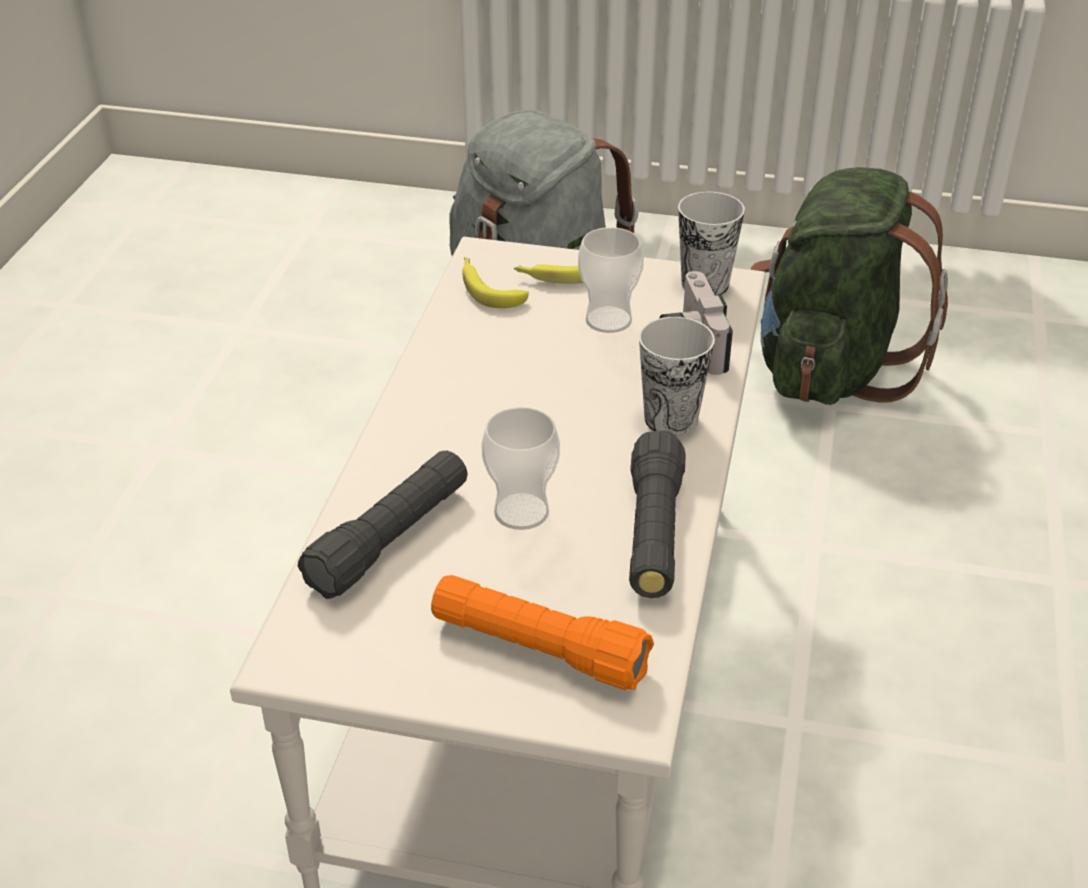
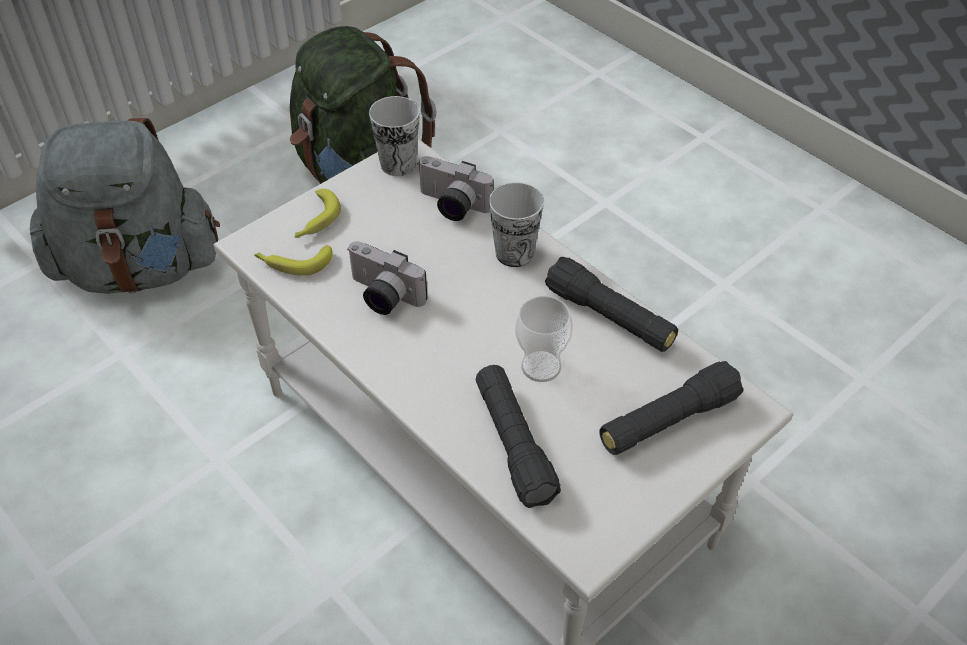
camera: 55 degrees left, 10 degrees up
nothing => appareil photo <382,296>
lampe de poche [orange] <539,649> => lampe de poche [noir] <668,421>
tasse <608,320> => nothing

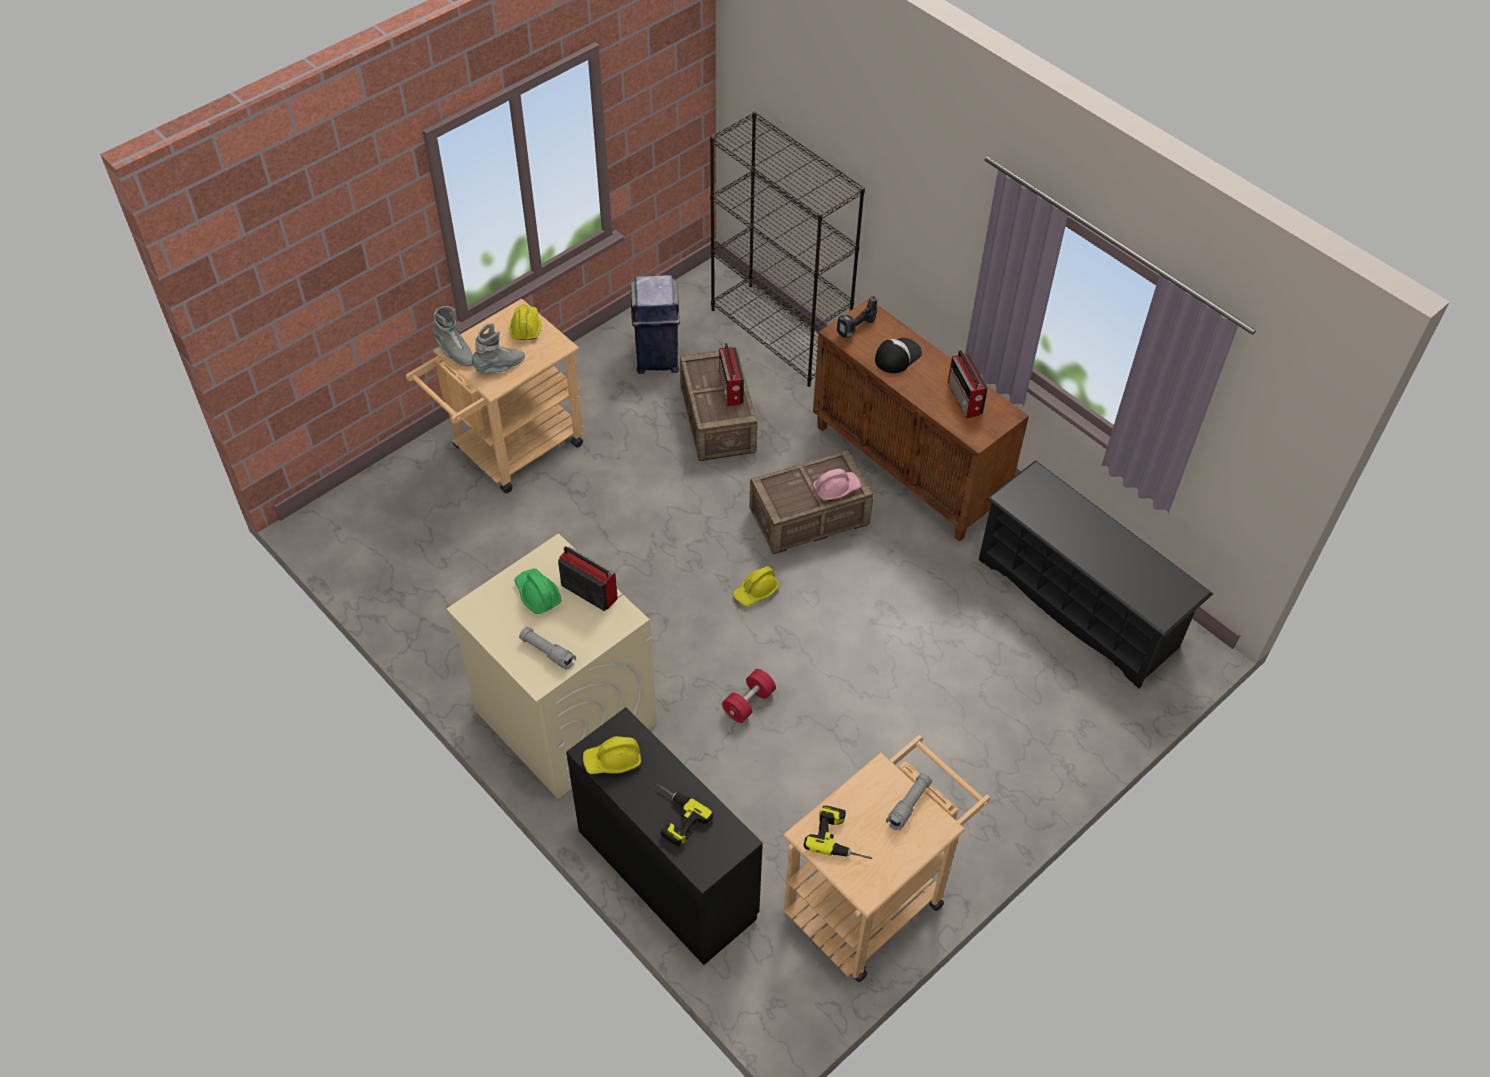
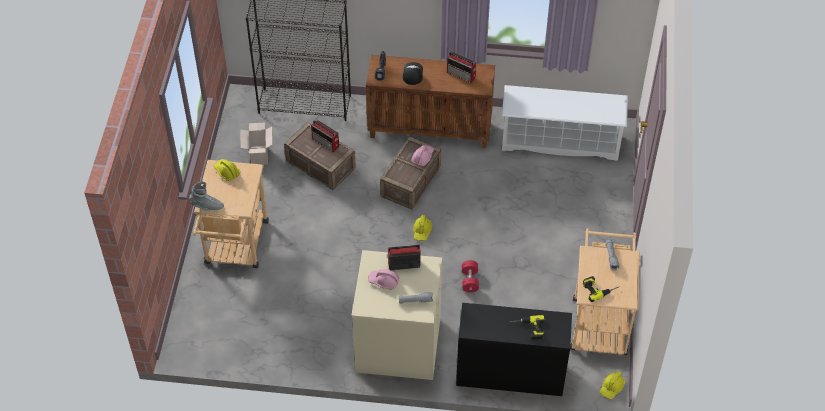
camera: 40 degrees left, 0 degrees up
poubelle [bleu] <657,359> => carton <258,155>
casque de chantier [vert] <537,594> => casque de chantier [rose] <384,281>
étagère à chaussures [noir] <1078,603> => étagère à chaussures [blanc] <560,141>
casque de chantier [jaune] <613,760> => casque de chantier [jaune] <611,387>, move
botte [gris] <500,367> => nothing

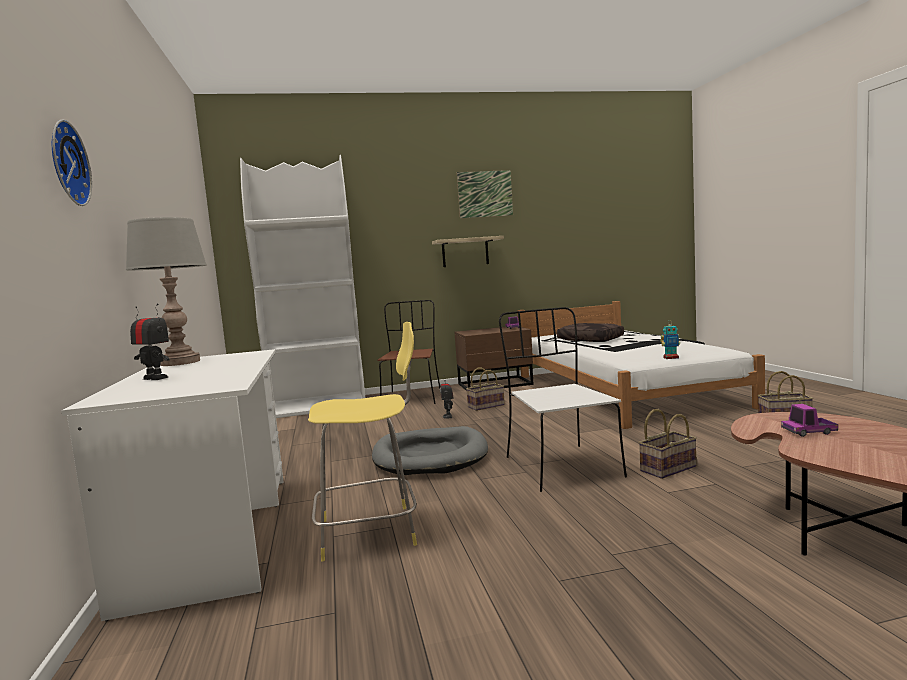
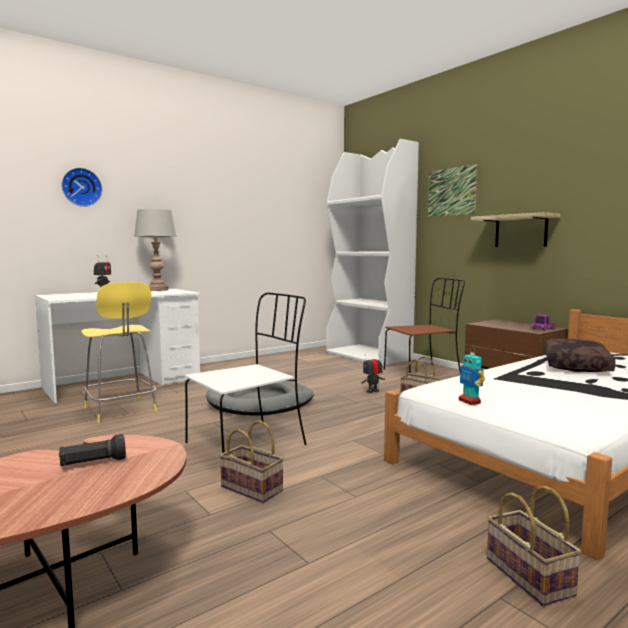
camera: 65 degrees right, 0 degrees up
camion jouet <809,432> => lampe de poche [noir] <93,463>
tableau <485,194> => tableau <451,191>, move

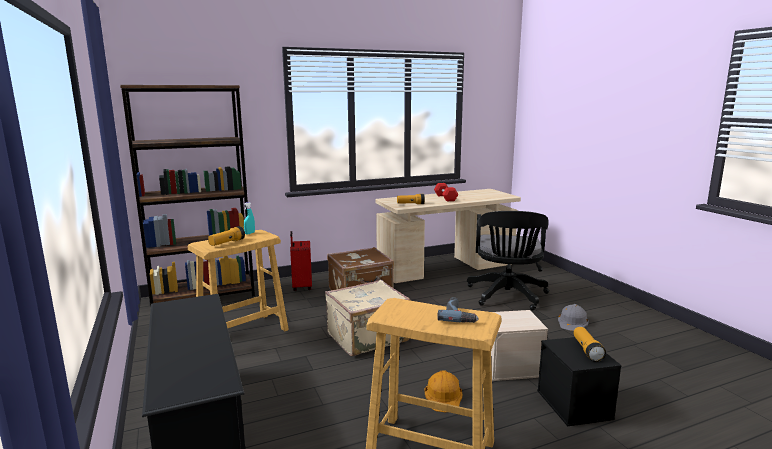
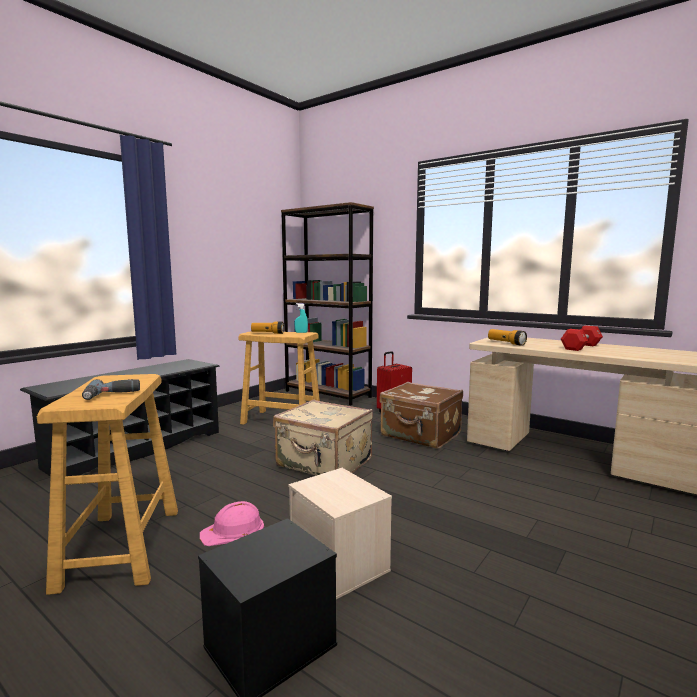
camera: 60 degrees right, 5 degrees down
casque de chantier [orange] <444,396> => casque de chantier [rose] <233,530>
chaise de bureau [noir] <507,296> => nothing
casque de chantier [gris] <572,322> => nothing
lampe de poche <587,350> => nothing

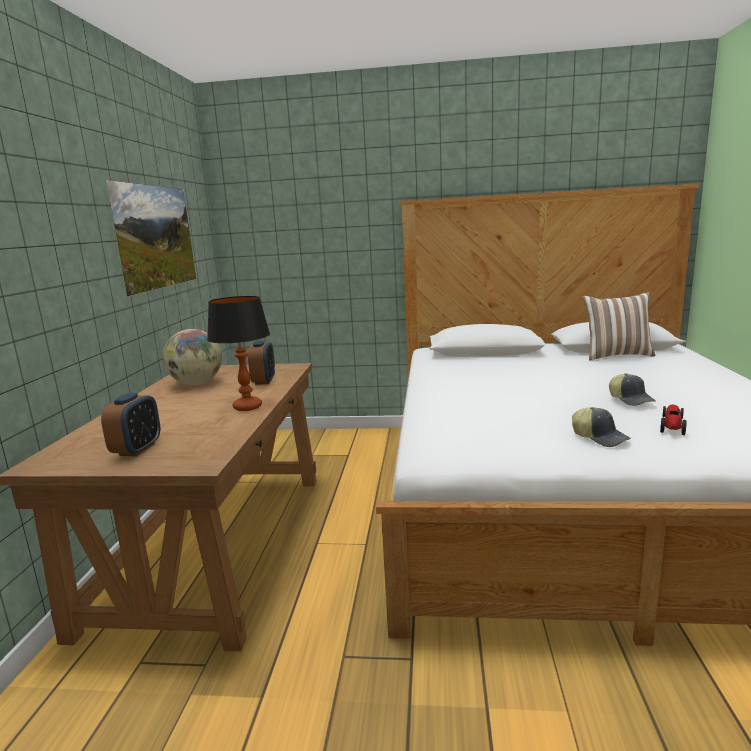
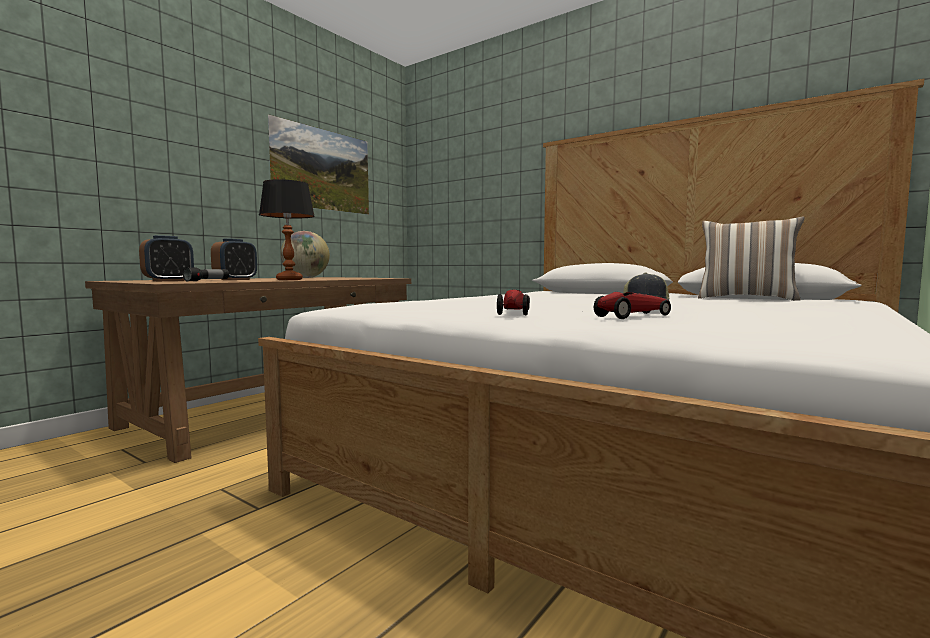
camera: 30 degrees right, 10 degrees down
nothing => lampe de poche <207,281>
réveil <264,381> => réveil <235,279>, move
casquette <600,437> => petite voiture <515,312>

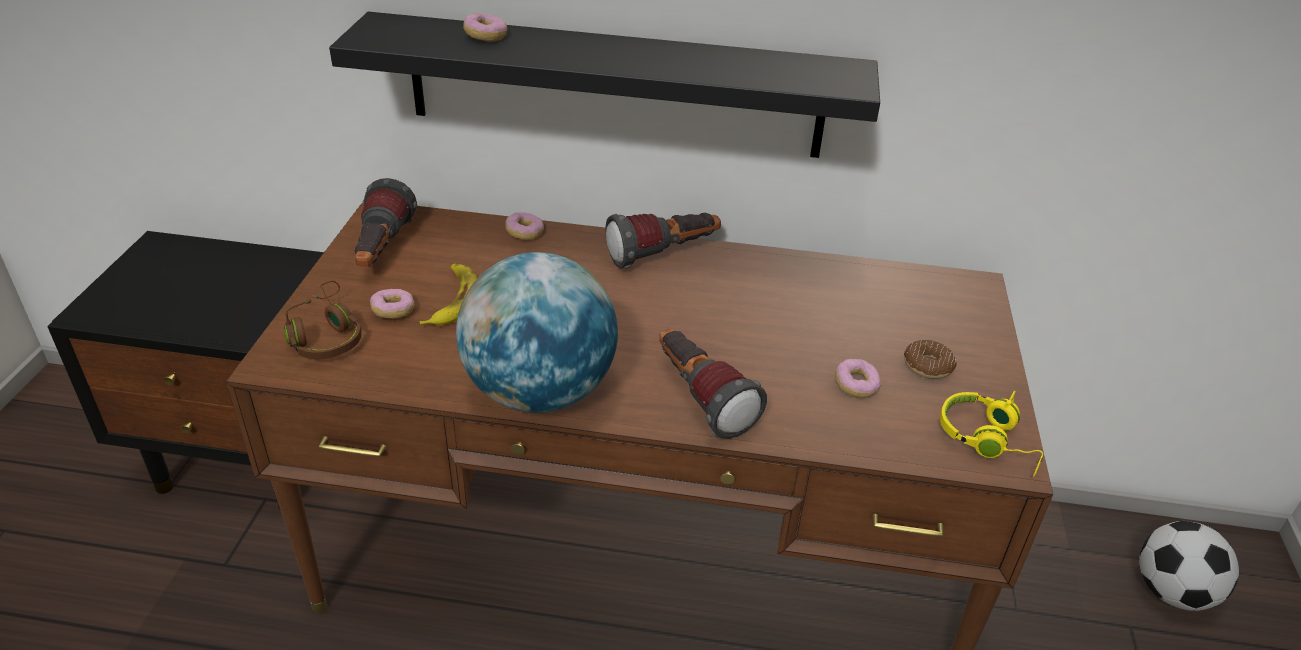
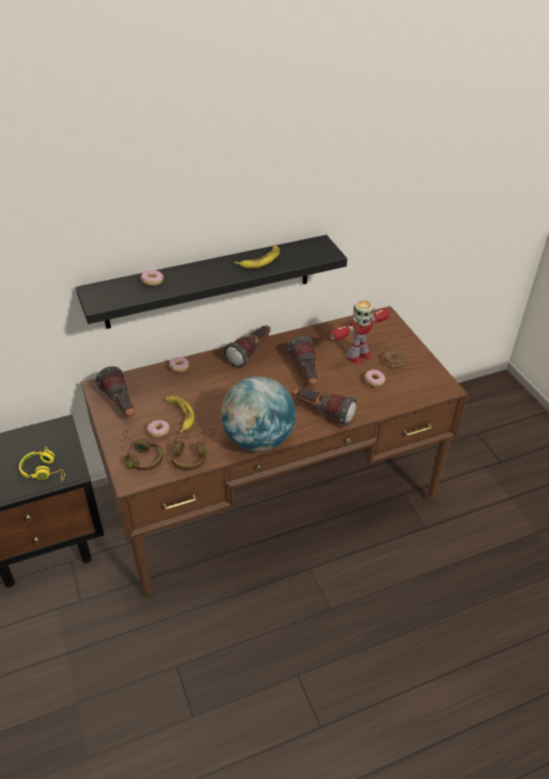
camera: 30 degrees left, 5 degrees up
casque audio [jaune] <988,441> => casque audio [jaune] <44,471>, move
nothing => casque audio [marron] <192,454>
nothing => banane <260,260>
nothing => lampe de poche <306,374>
nothing => robot jouet <358,356>
ballon de foot <1172,592> => nothing

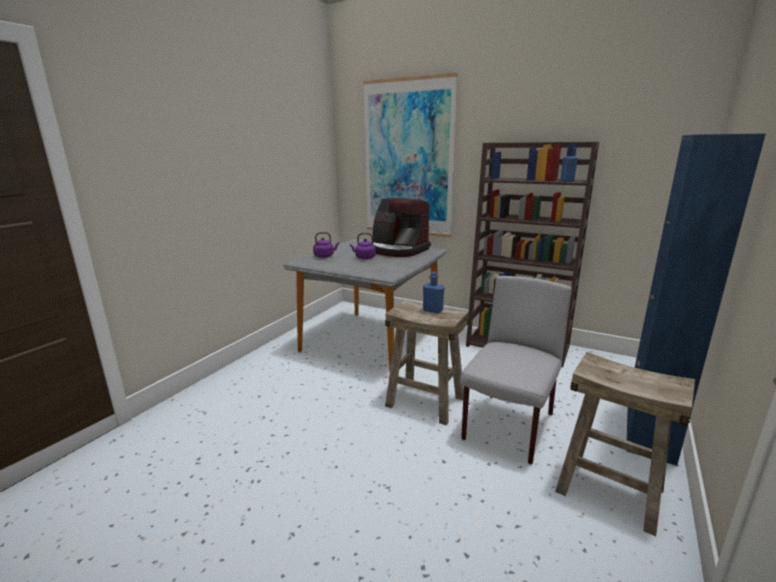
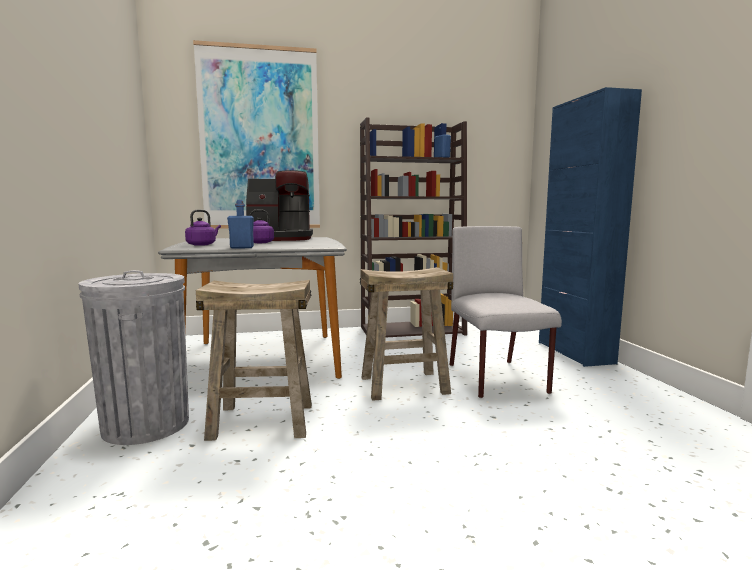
camera: 40 degrees left, 10 degrees down
nothing => poubelle [gris] <146,425>
tabouret [beige] <608,490> => tabouret [beige] <261,422>, move
bouteille [bleu] <433,310> => bouteille [bleu] <242,247>, move

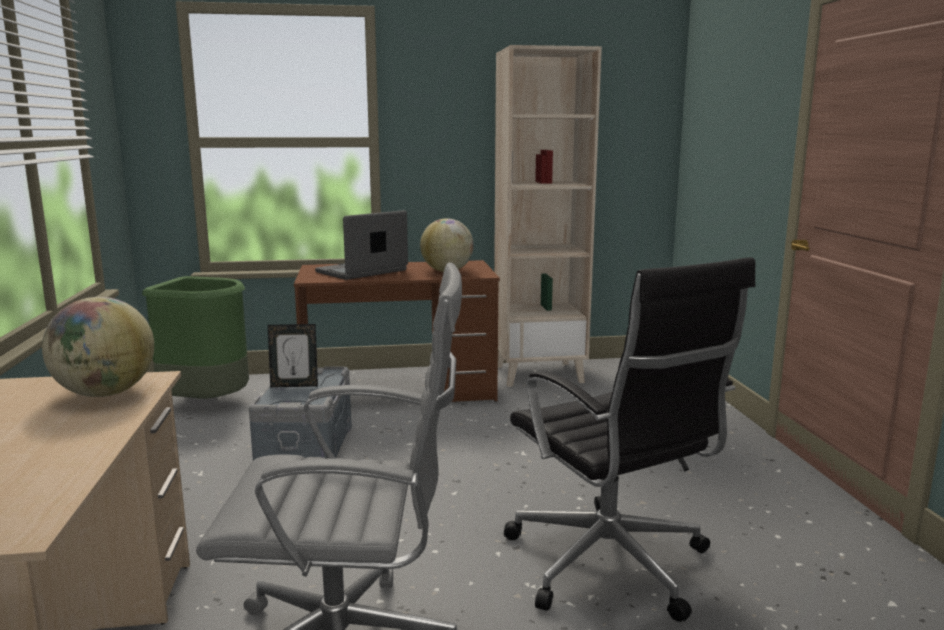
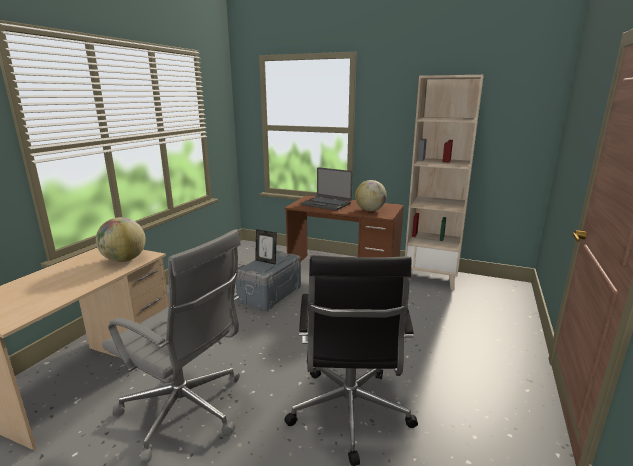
camera: 30 degrees right, 5 degrees up
ordinateur portable <362,271> => ordinateur portable <326,204>, 135 degrees counterclockwise
poubelle [vert] <207,403> => nothing

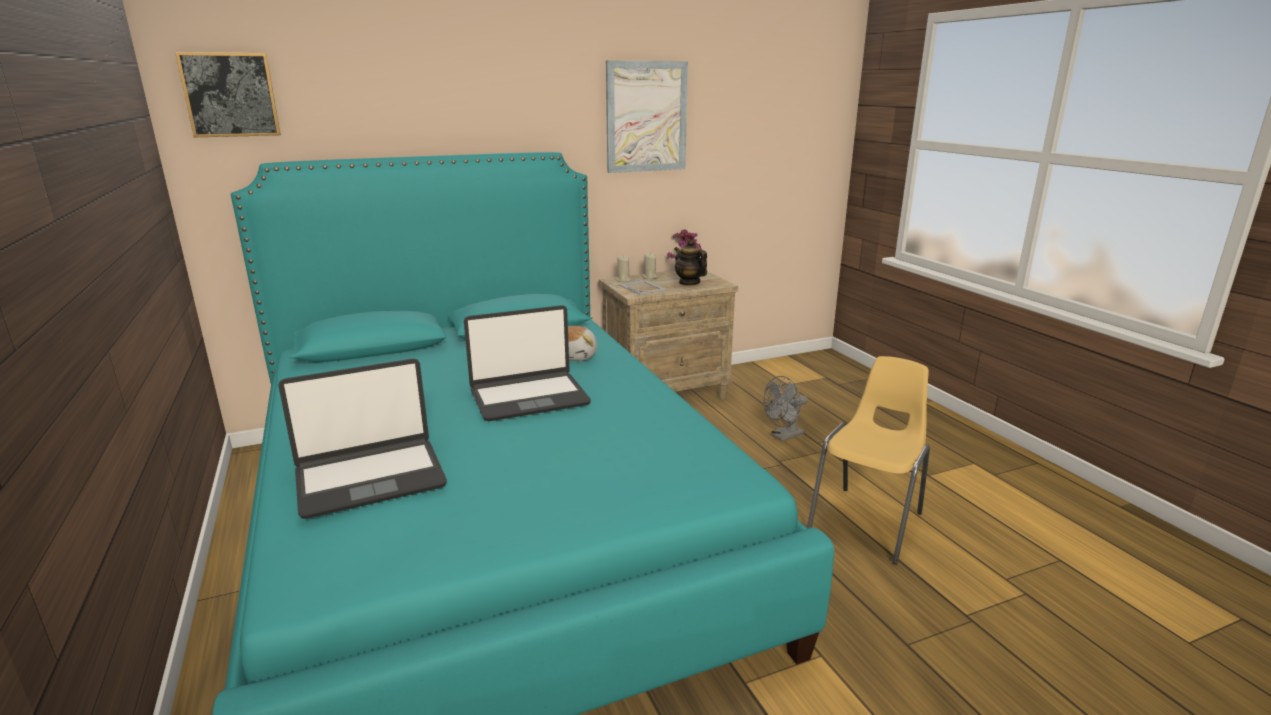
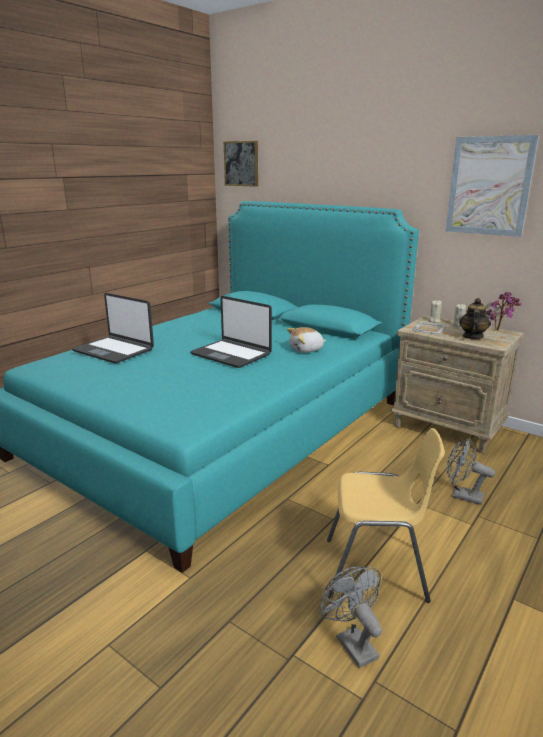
camera: 60 degrees right, 0 degrees up
nothing => ventilateur [gris] <352,642>

